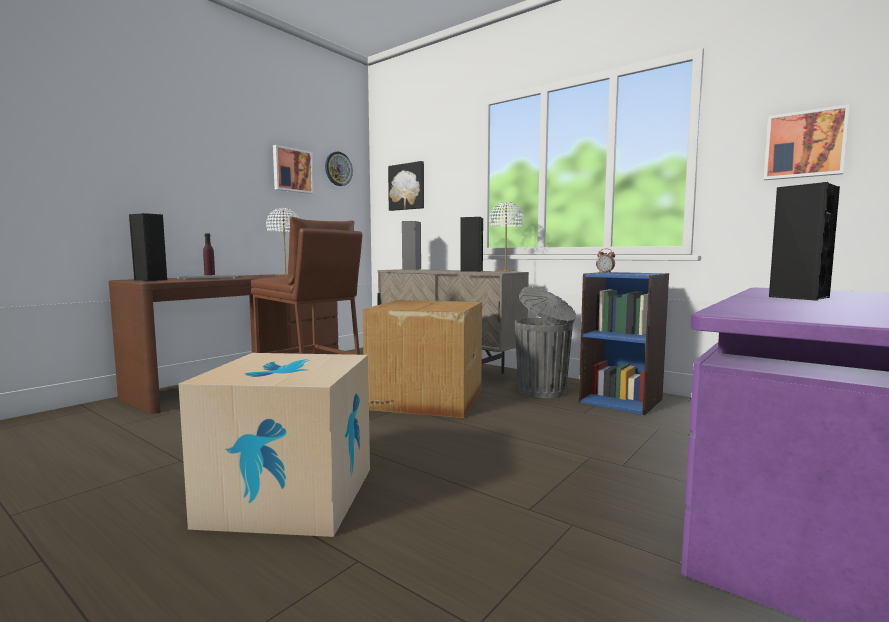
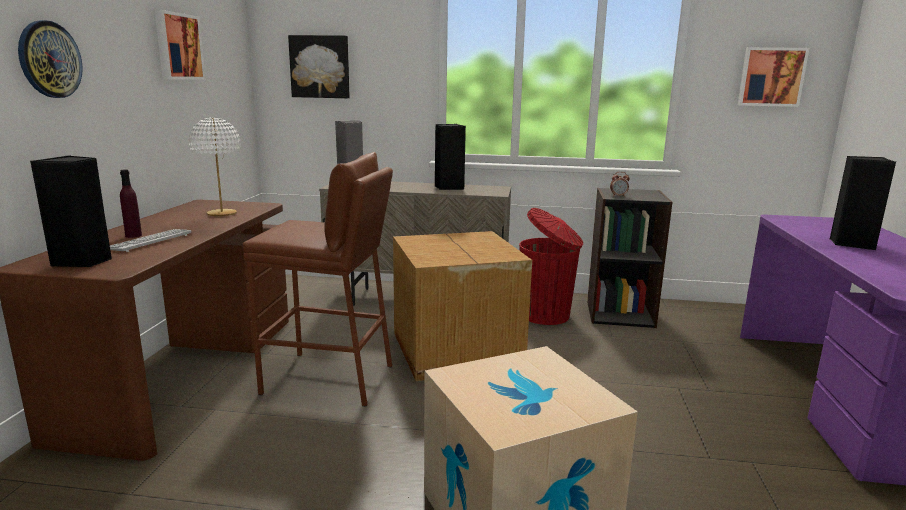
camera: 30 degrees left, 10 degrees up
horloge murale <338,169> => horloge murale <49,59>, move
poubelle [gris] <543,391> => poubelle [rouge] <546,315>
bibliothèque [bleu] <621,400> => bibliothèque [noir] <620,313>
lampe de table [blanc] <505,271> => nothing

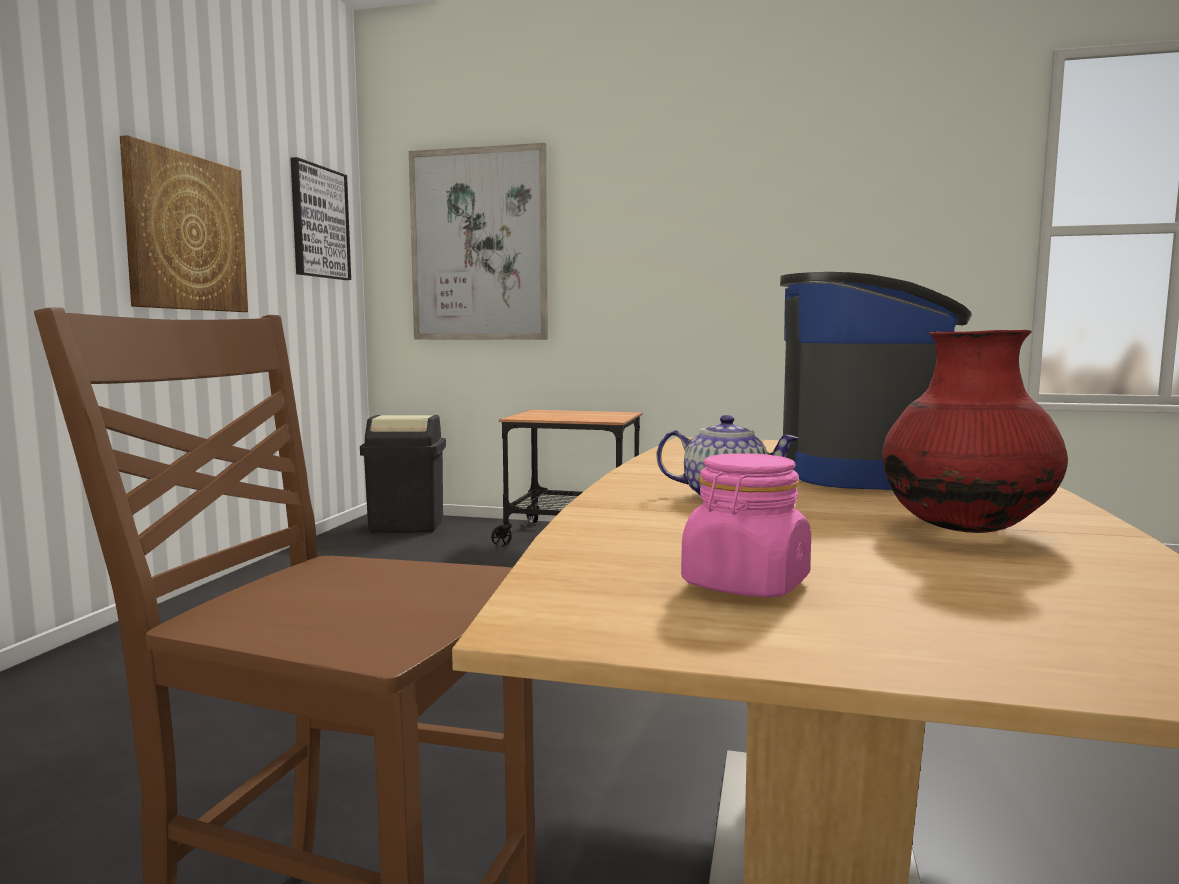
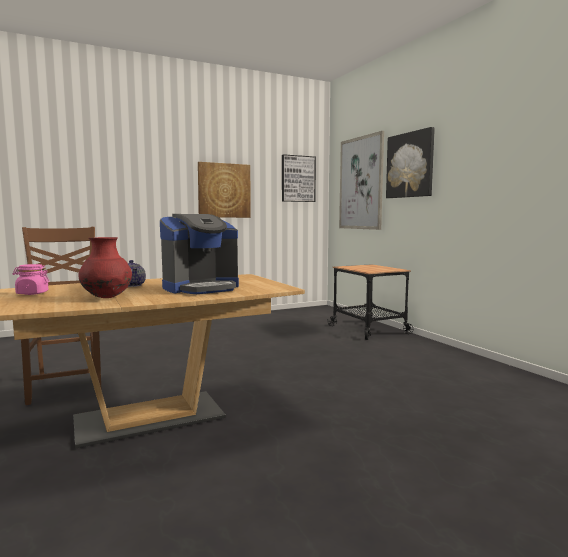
camera: 50 degrees right, 0 degrees up
nothing => tableau <410,165>
poubelle [noir] <407,525> => nothing

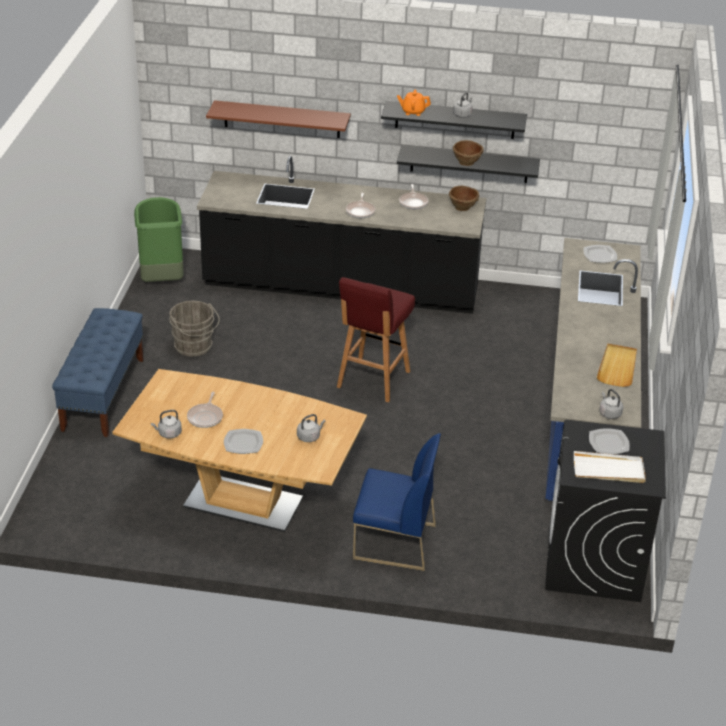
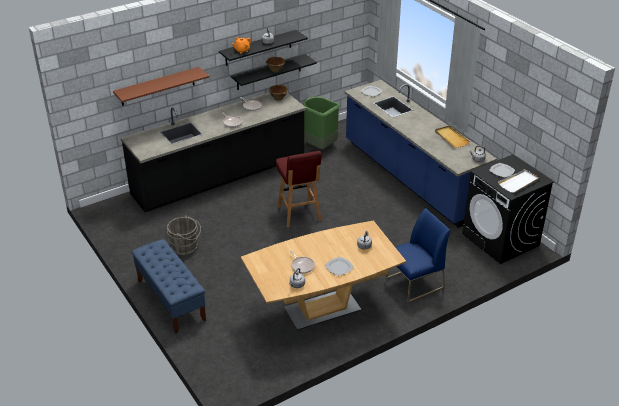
camera: 40 degrees left, 0 degrees up
poubelle [vert] <161,279> => poubelle [vert] <319,146>, move

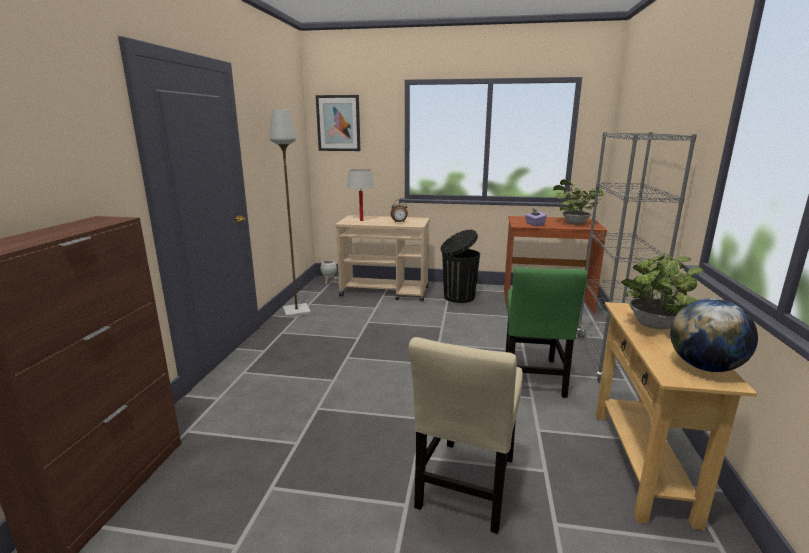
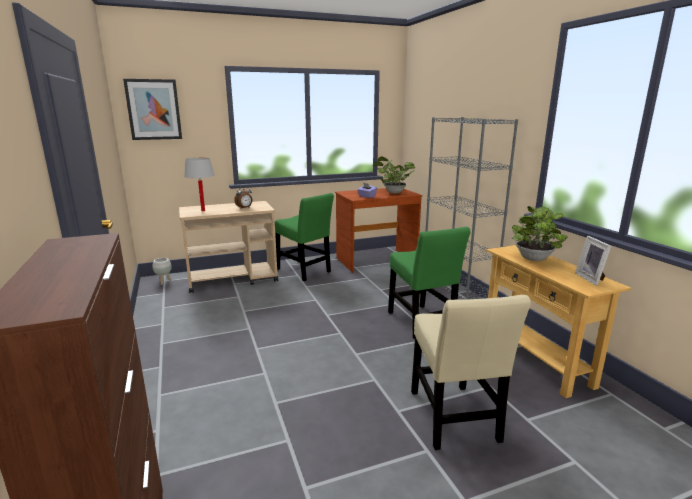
camera: 30 degrees left, 0 degrees up
poubelle [noir] <458,297> => chaise [vert] <304,271>
globe <704,367> => cadre photo <591,279>
lampadaire [gris] <297,311> => nothing

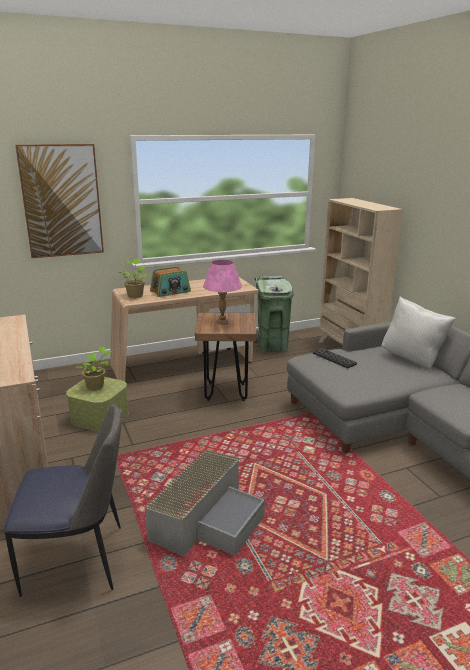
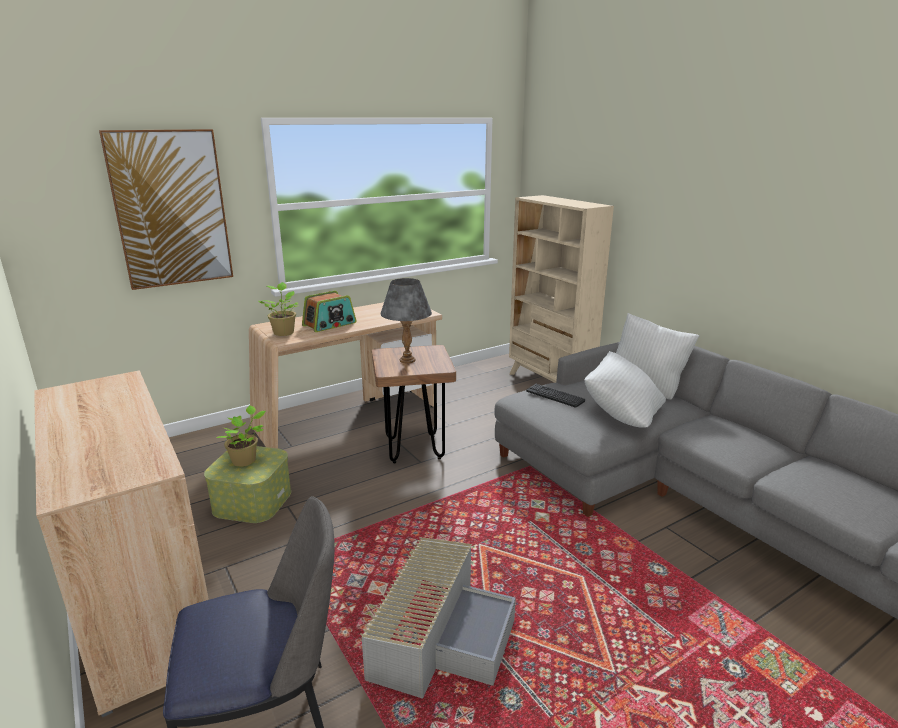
camera: 10 degrees left, 0 degrees up
lampe de table [rose] <222,322> => lampe de table [gris] <407,360>
nothing => coussin [blanc] <622,415>
poubelle [vert] <272,346> => nothing

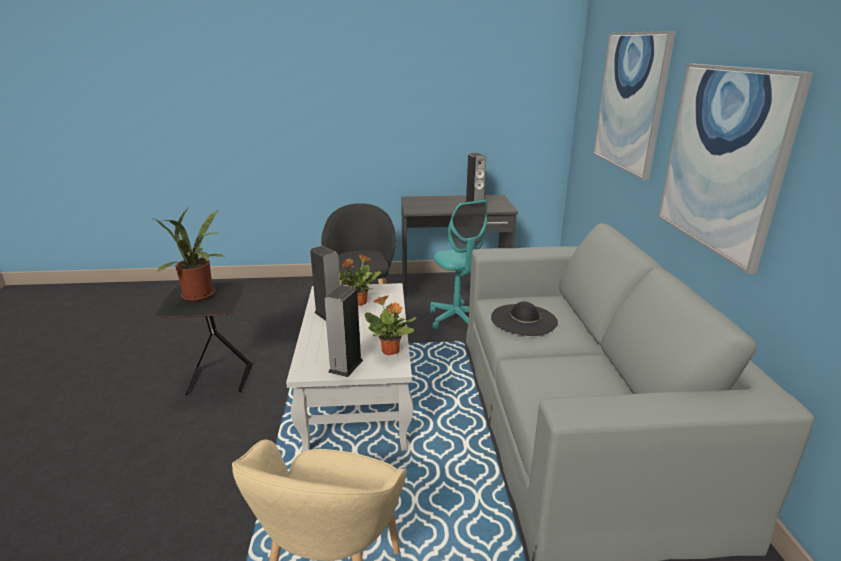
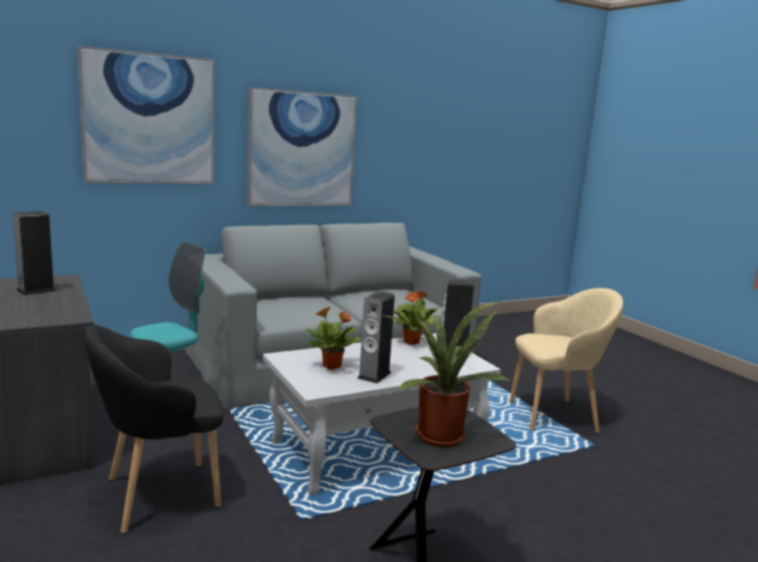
camera: 115 degrees left, 10 degrees down
chapeau [noir] <523,319> => nothing

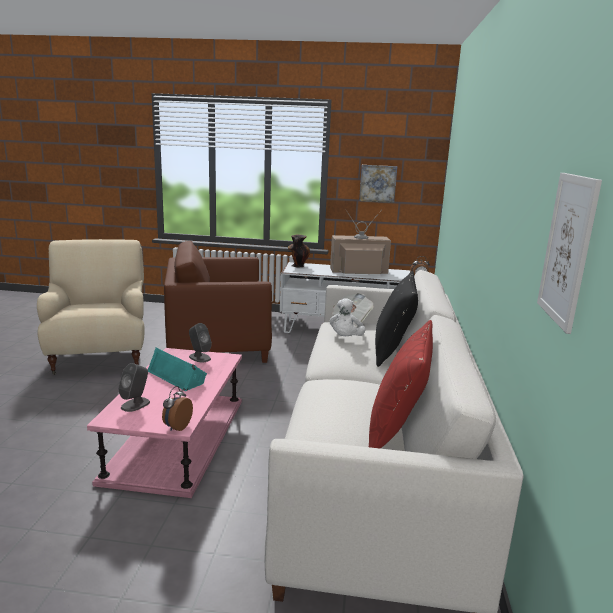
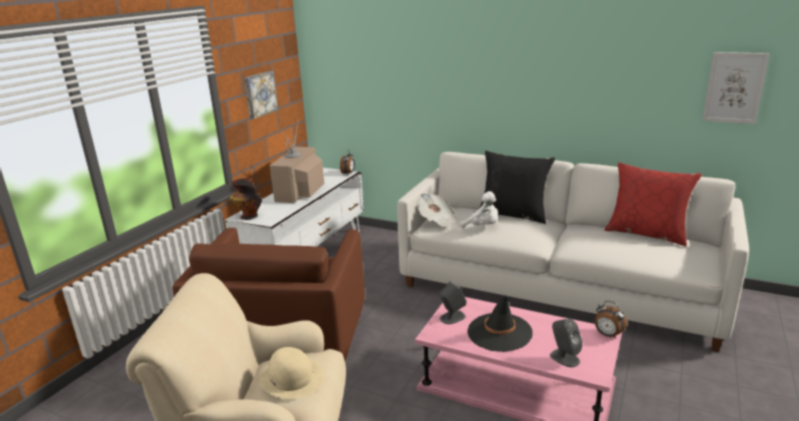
camera: 70 degrees left, 5 degrees up
nothing => chapeau [beige] <291,378>
enceinte [turquoise] <177,376> => chapeau [noir] <499,332>

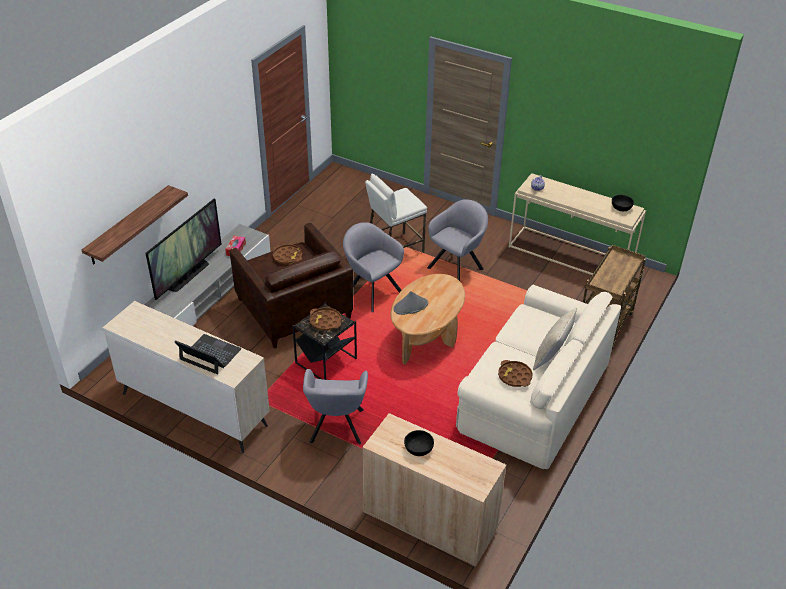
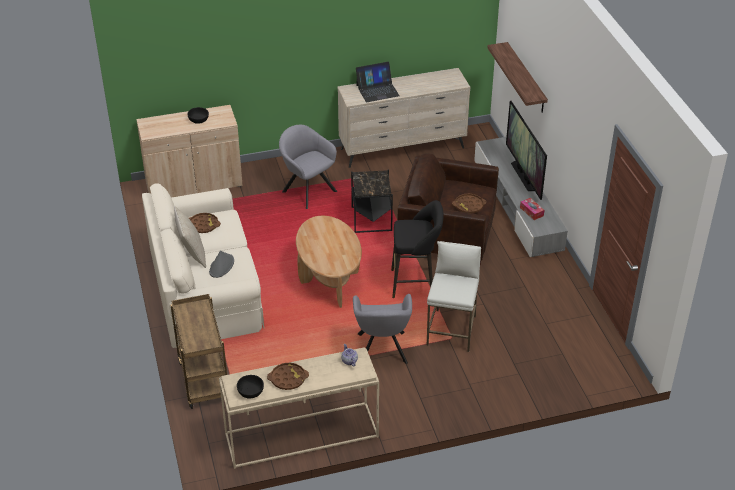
camera: 135 degrees right, 0 degrees up
chapeau [gris] <410,306> => chapeau [gris] <221,266>, move
plateau [marron] <325,321> => plateau [marron] <288,379>, move
fauteuil [gris] <371,291> => tabouret [noir] <415,284>

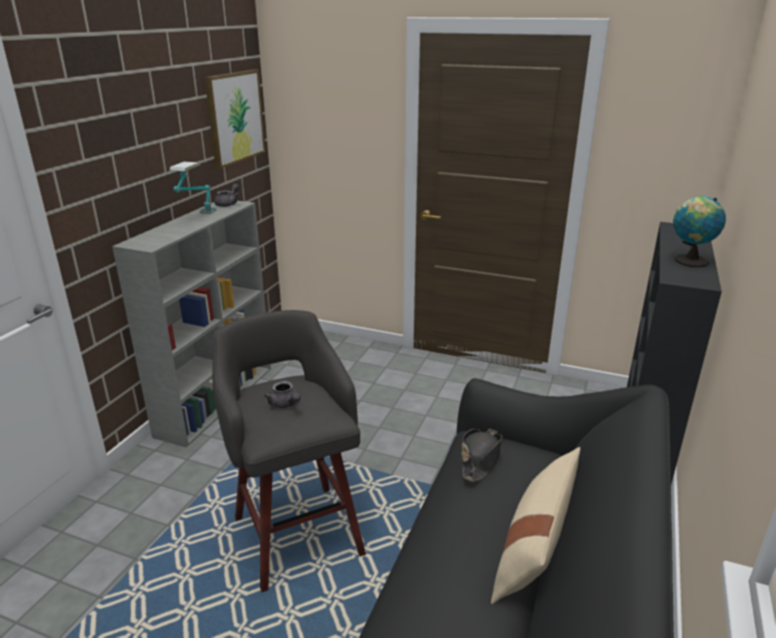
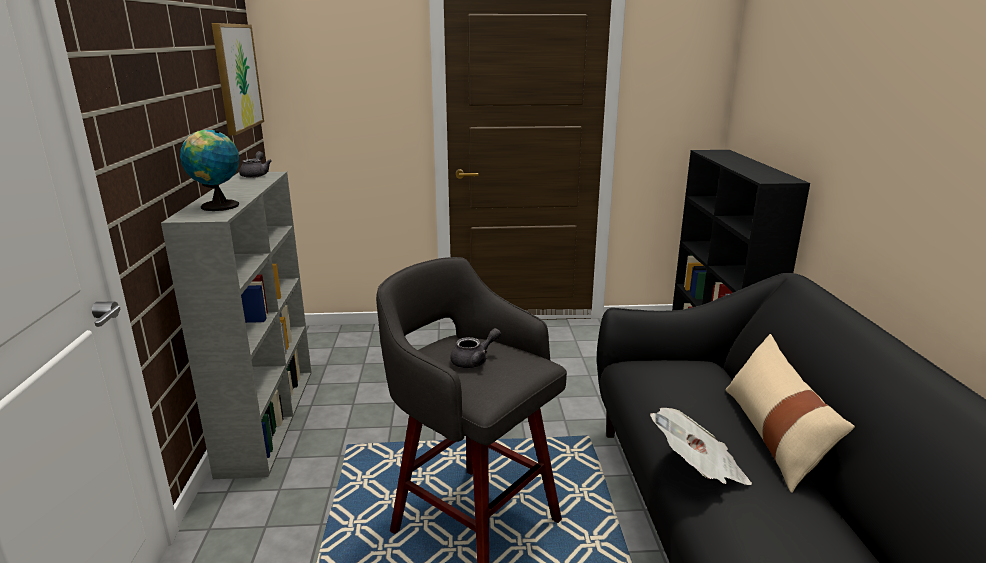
camera: 25 degrees left, 5 degrees down
globe <688,261> => globe <217,206>, move
théière [gris] <285,404> => théière [gris] <474,361>, 60 degrees counterclockwise
nothing => journal <697,469>
lampe de table <197,217> => nothing
chapeau [noir] <480,459> => nothing

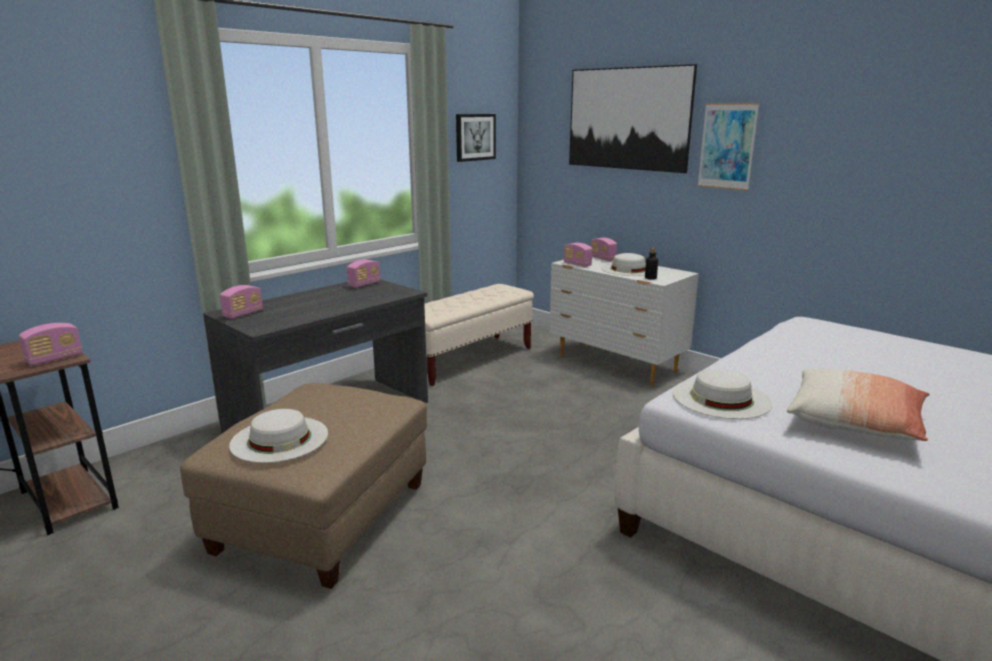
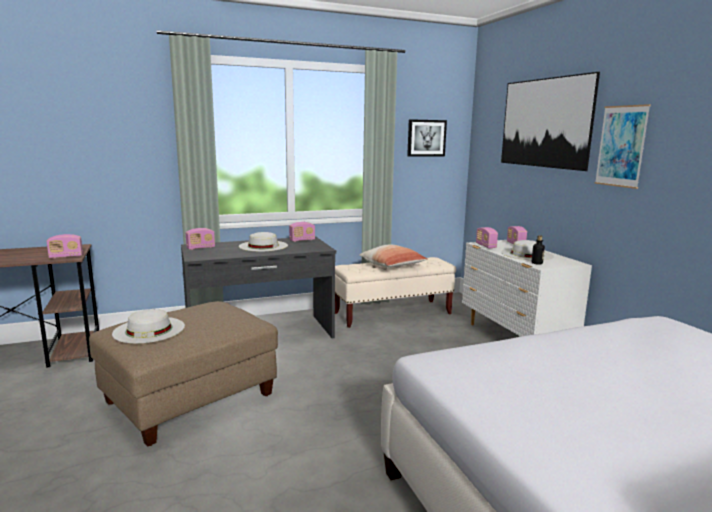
camera: 25 degrees right, 5 degrees down
chapeau [blanc] <721,398> => chapeau [blanc] <263,246>, move
coussin <854,422> => coussin <393,266>, move

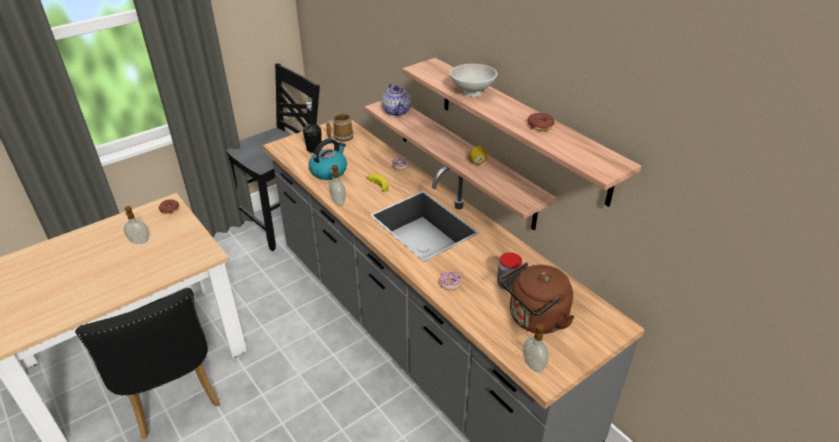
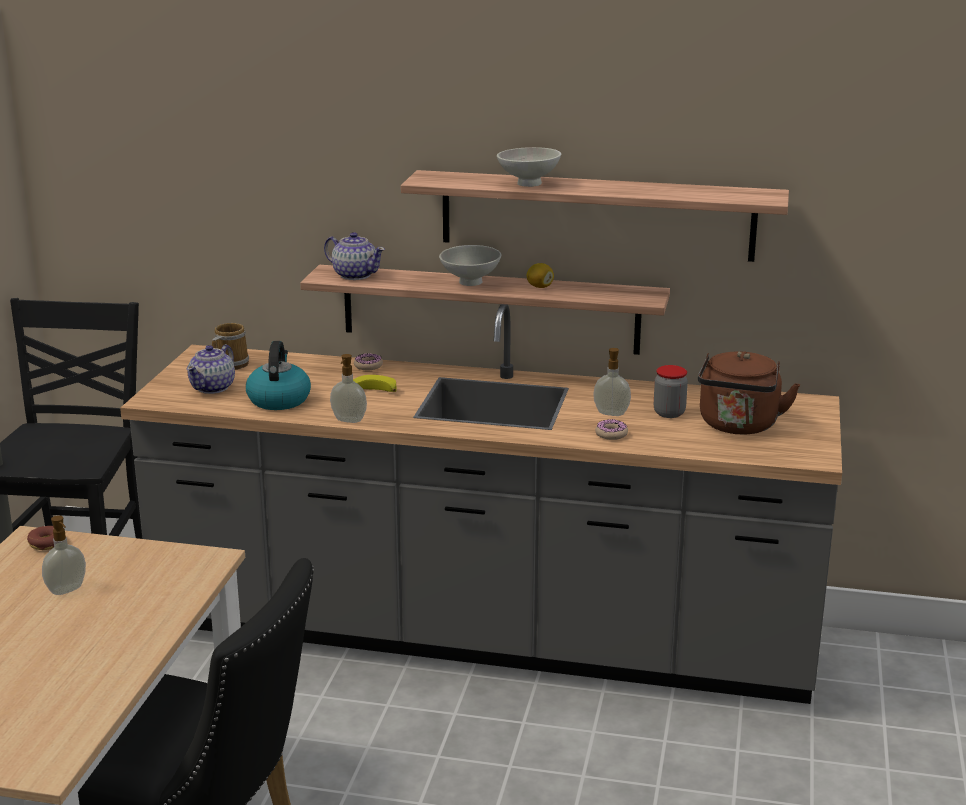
camera: 40 degrees left, 15 degrees down
bouteille [noir] <314,149> => théière <213,387>
nothing => bol [blanc] <471,282>
distributeur de savon <534,364> => distributeur de savon <611,413>, move
beignet <540,126> => nothing

